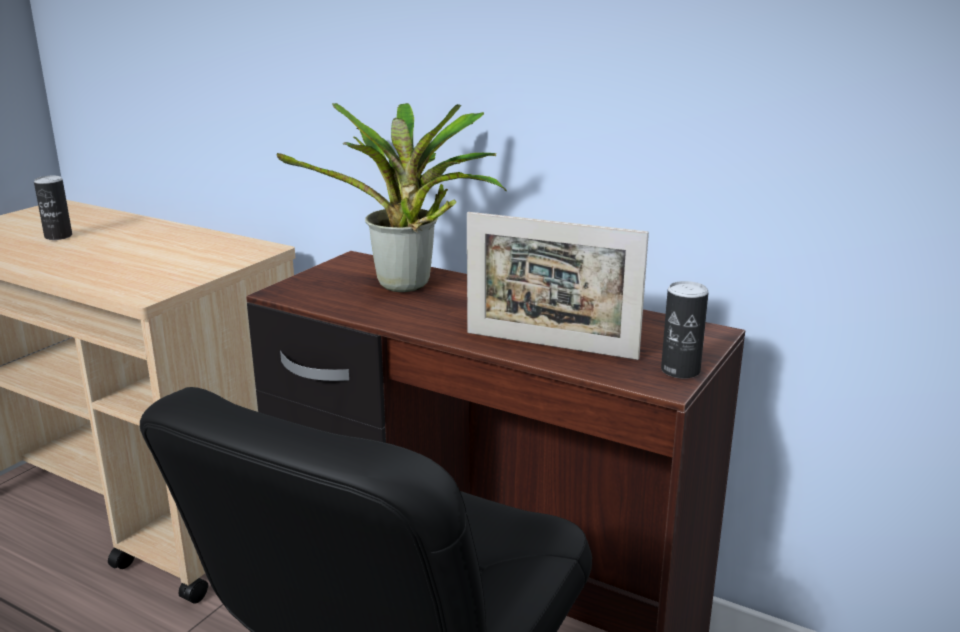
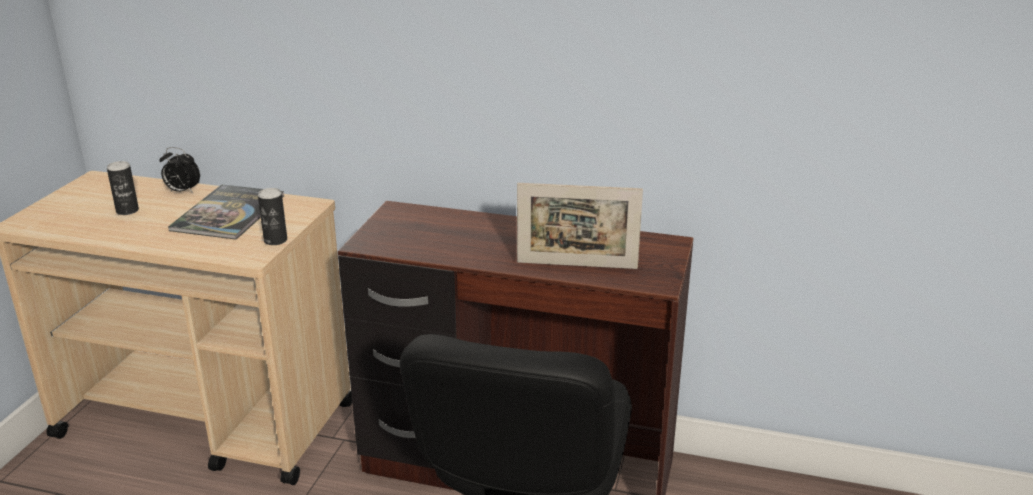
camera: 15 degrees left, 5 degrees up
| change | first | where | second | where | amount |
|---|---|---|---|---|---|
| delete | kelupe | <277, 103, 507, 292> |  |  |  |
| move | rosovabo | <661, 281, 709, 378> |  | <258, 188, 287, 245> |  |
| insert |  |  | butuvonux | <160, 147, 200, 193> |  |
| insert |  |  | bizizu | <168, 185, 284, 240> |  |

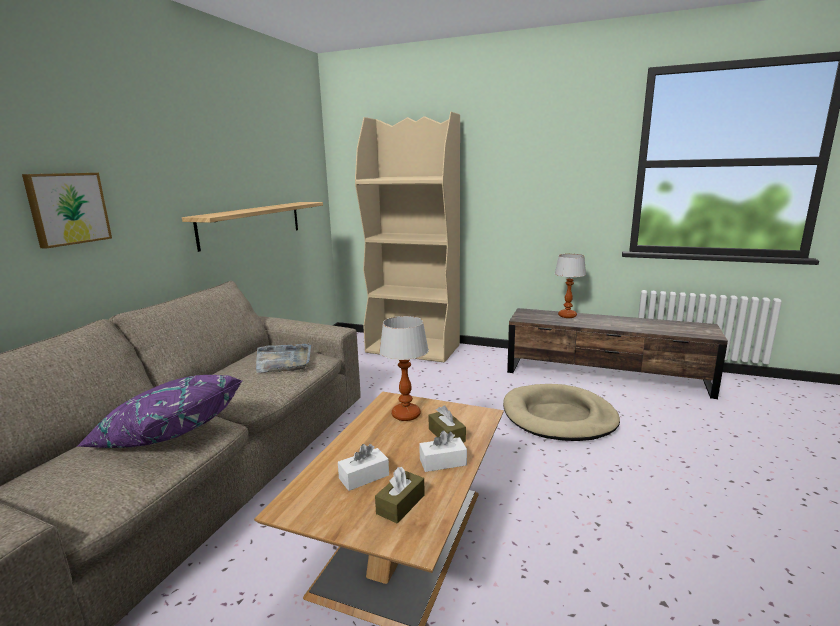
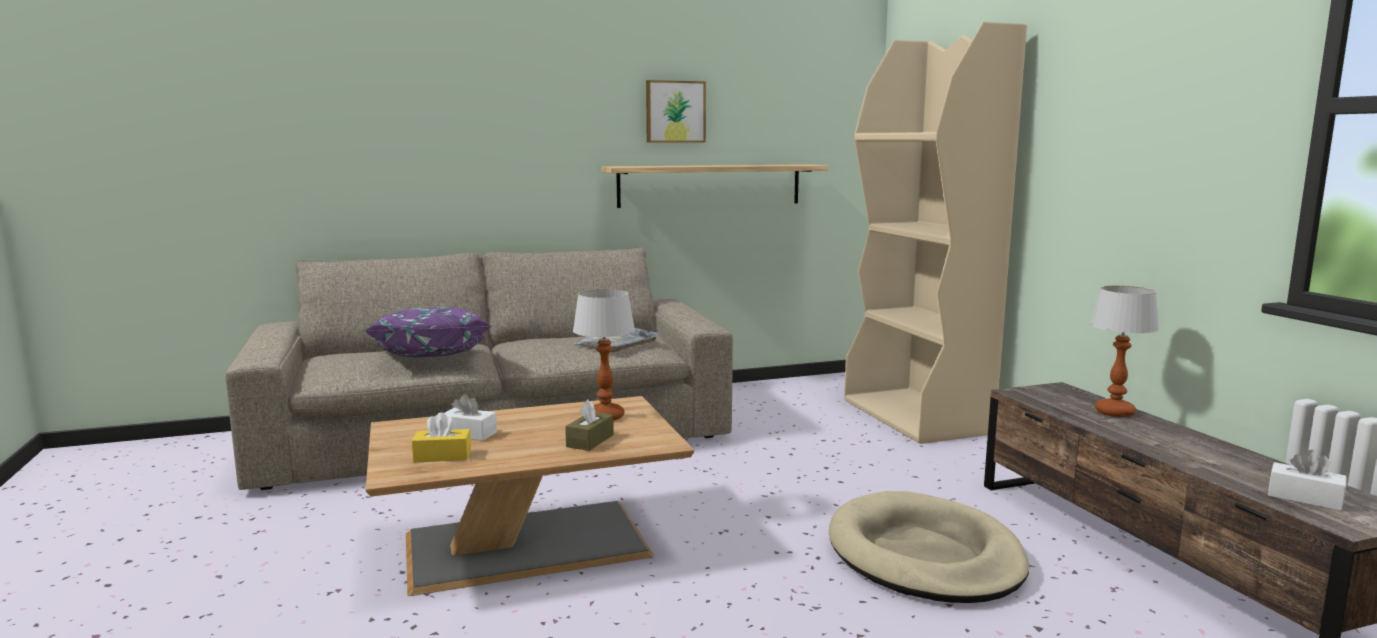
camera: 50 degrees right, 5 degrees down
| change | first | where | second | where | amount |
|---|---|---|---|---|---|
| move | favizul | <22, 173, 112, 249> |  | <646, 80, 706, 143> |  |
| move | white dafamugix | <419, 431, 467, 472> |  | <1268, 450, 1346, 511> |  |
| recolor | brown dafamugix | <375, 467, 425, 523> | yellow dafamugix | <412, 412, 471, 462> |  |

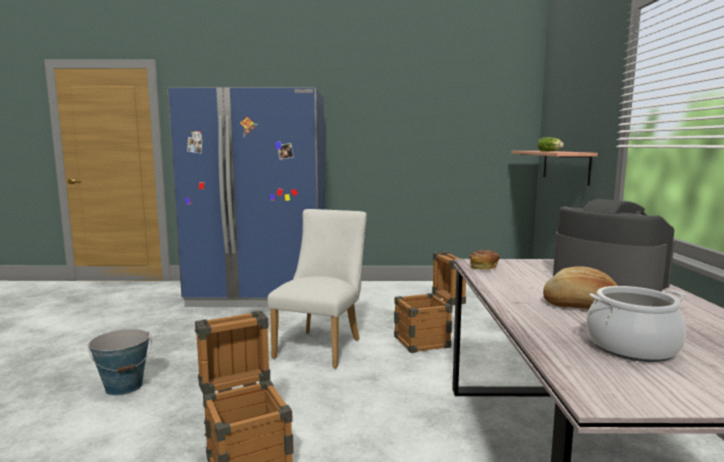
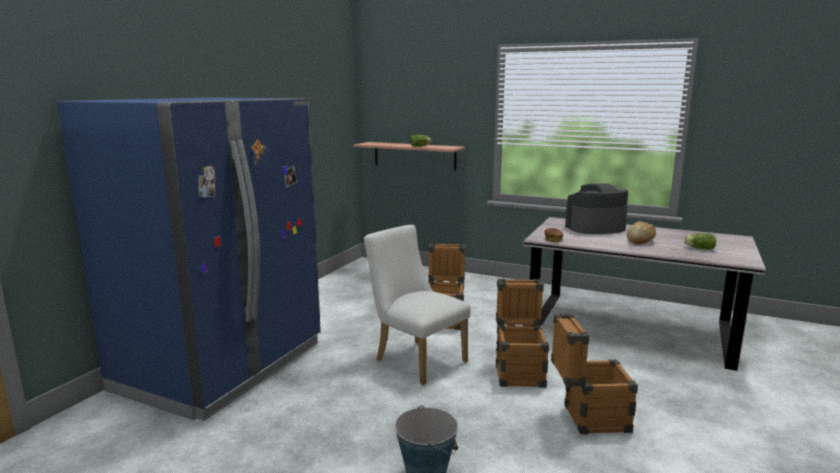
camera: 65 degrees left, 5 degrees up
| change | first | where | second | where | amount |
|---|---|---|---|---|---|
| replace | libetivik | <586, 286, 686, 362> | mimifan | <684, 233, 716, 250> |  |
| insert |  |  | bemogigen | <495, 279, 549, 388> |  |

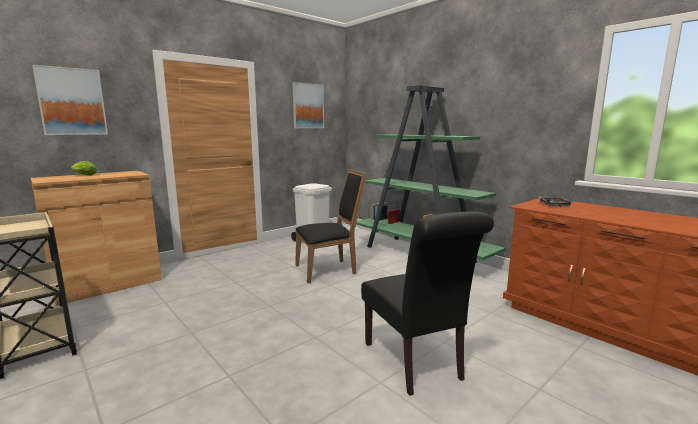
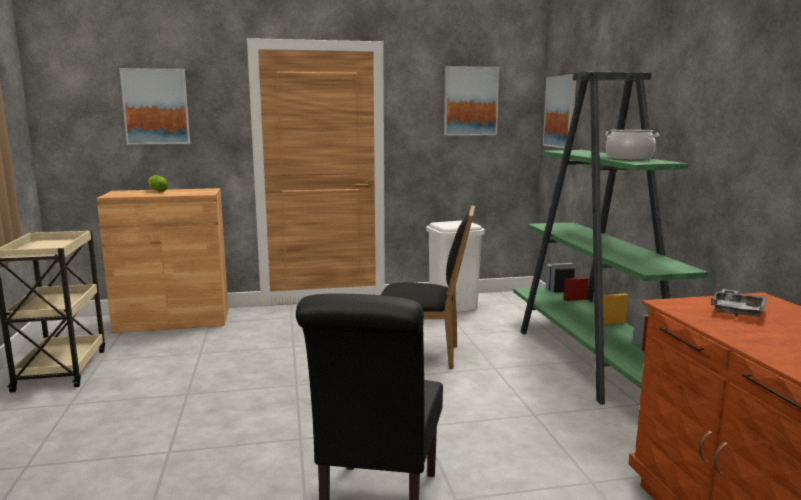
camera: 30 degrees right, 0 degrees up
| change | first | where | second | where | amount |
|---|---|---|---|---|---|
| insert |  |  | favizul | <543, 74, 576, 148> |  |
| insert |  |  | libetivik | <605, 129, 659, 160> |  |

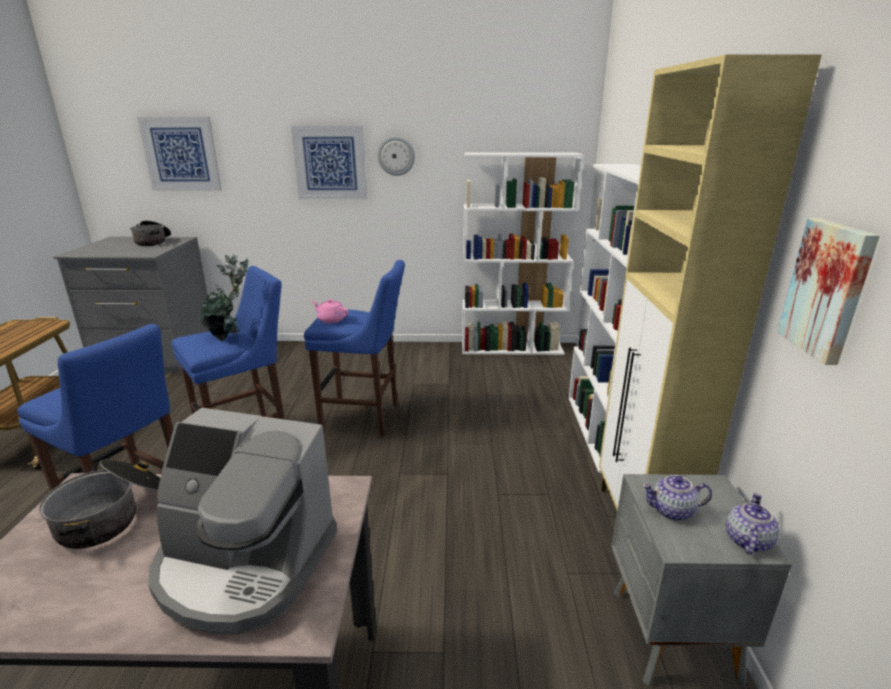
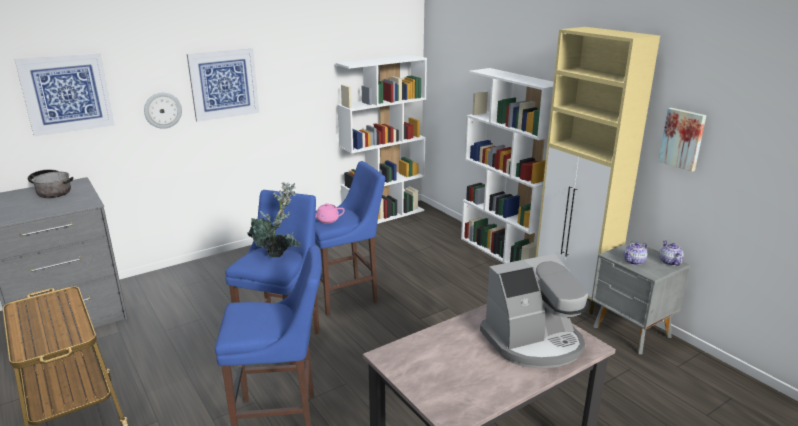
camera: 35 degrees left, 0 degrees up
| change | first | where | second | where | amount |
|---|---|---|---|---|---|
| move | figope | <377, 136, 415, 176> |  | <144, 93, 182, 129> |  |
| delete | libetivik | <39, 460, 160, 549> |  |  |  |

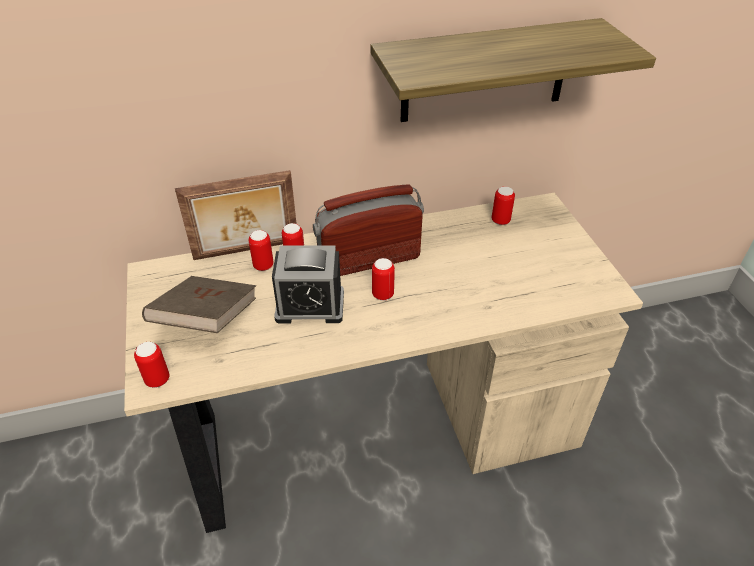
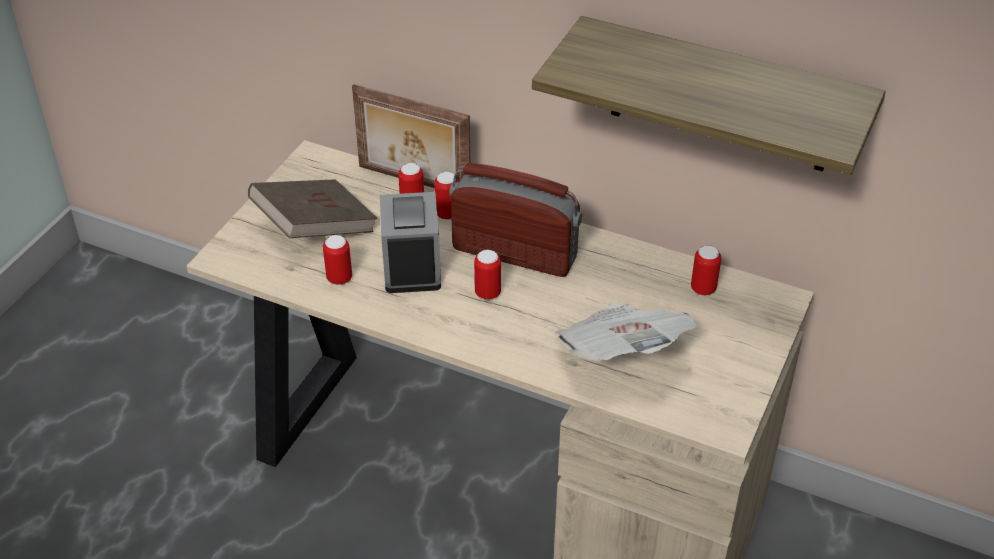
camera: 40 degrees right, 0 degrees up
| change | first | where | second | where | amount |
|---|---|---|---|---|---|
| rotate | butuvonux | <272, 245, 344, 323> |  | <380, 192, 441, 293> | 135 degrees counterclockwise |
| move | rosovabo | <134, 342, 170, 388> |  | <323, 235, 352, 285> |  |
| insert |  |  | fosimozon | <555, 302, 698, 361> |  |

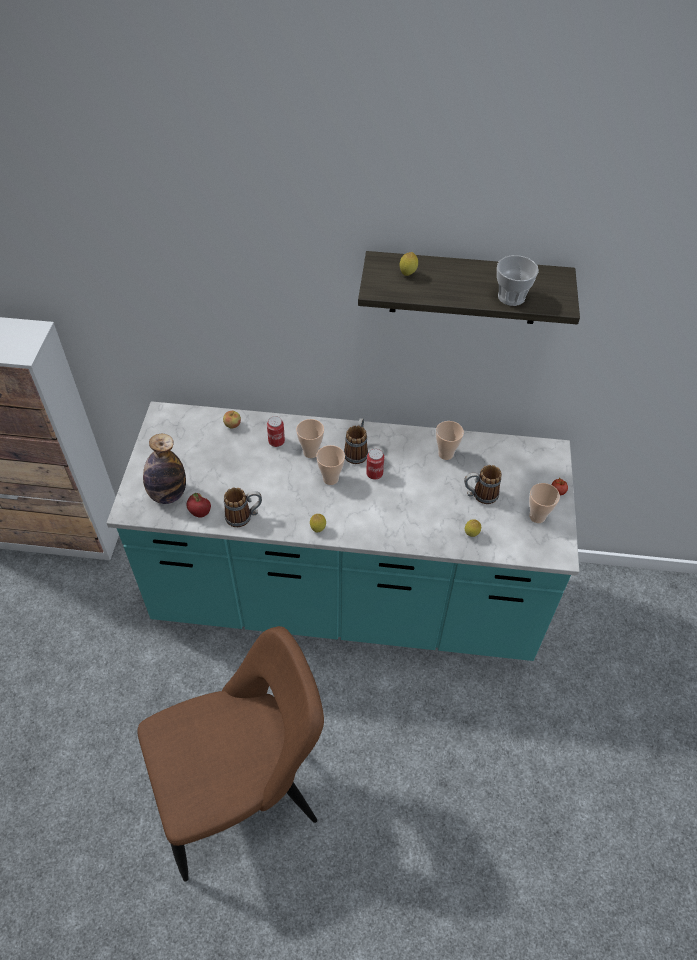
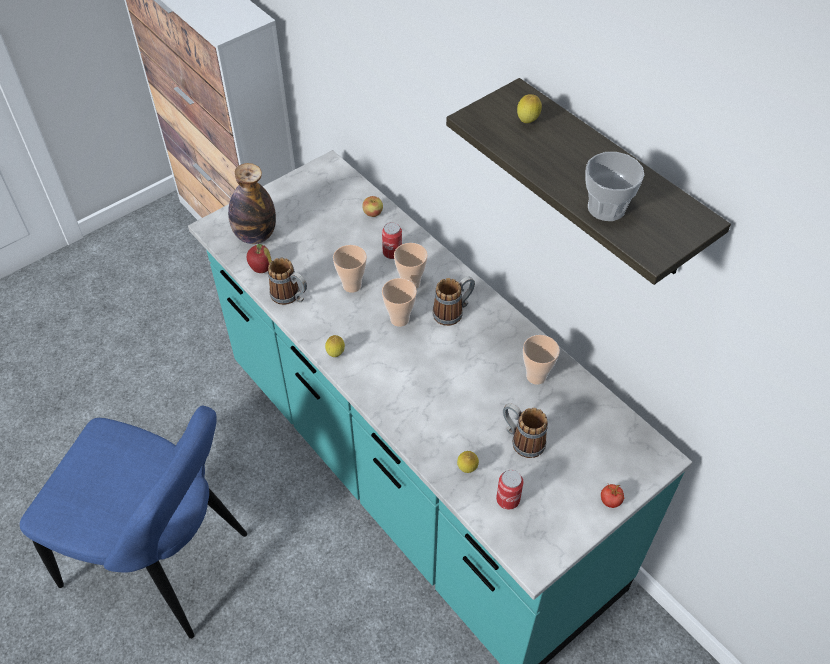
camera: 45 degrees right, 0 degrees up
| change | first | where | second | where | amount |
|---|---|---|---|---|---|
| move | rosovabo | <366, 449, 384, 480> |  | <496, 470, 523, 510> |  |
| move | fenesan | <529, 483, 560, 523> |  | <333, 245, 367, 293> |  |
| recolor | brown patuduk | <137, 626, 324, 882> | blue patuduk | <20, 406, 247, 639> |  |

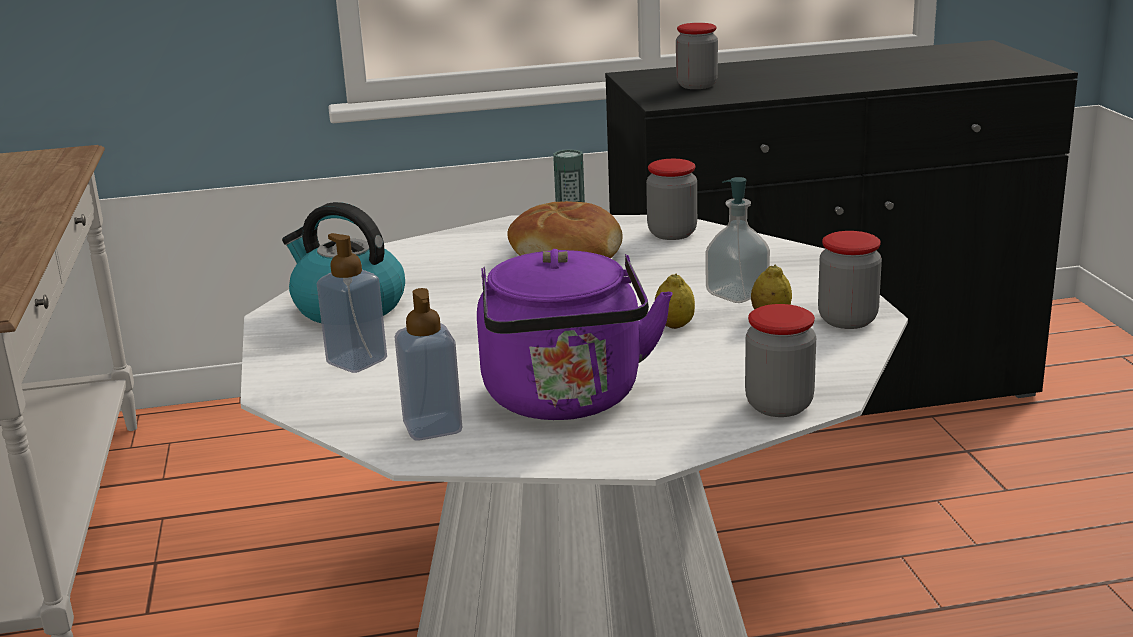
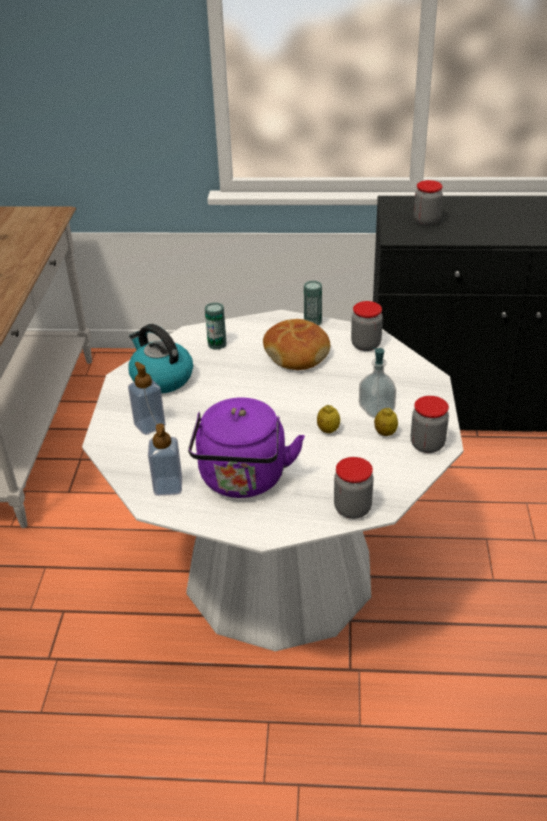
camera: 15 degrees right, 15 degrees up
| change | first | where | second | where | amount |
|---|---|---|---|---|---|
| insert |  |  | rosovabo | <205, 302, 227, 350> |  |

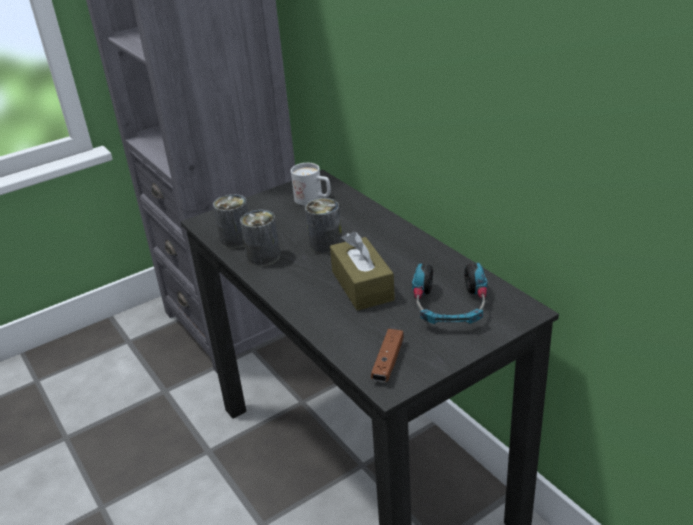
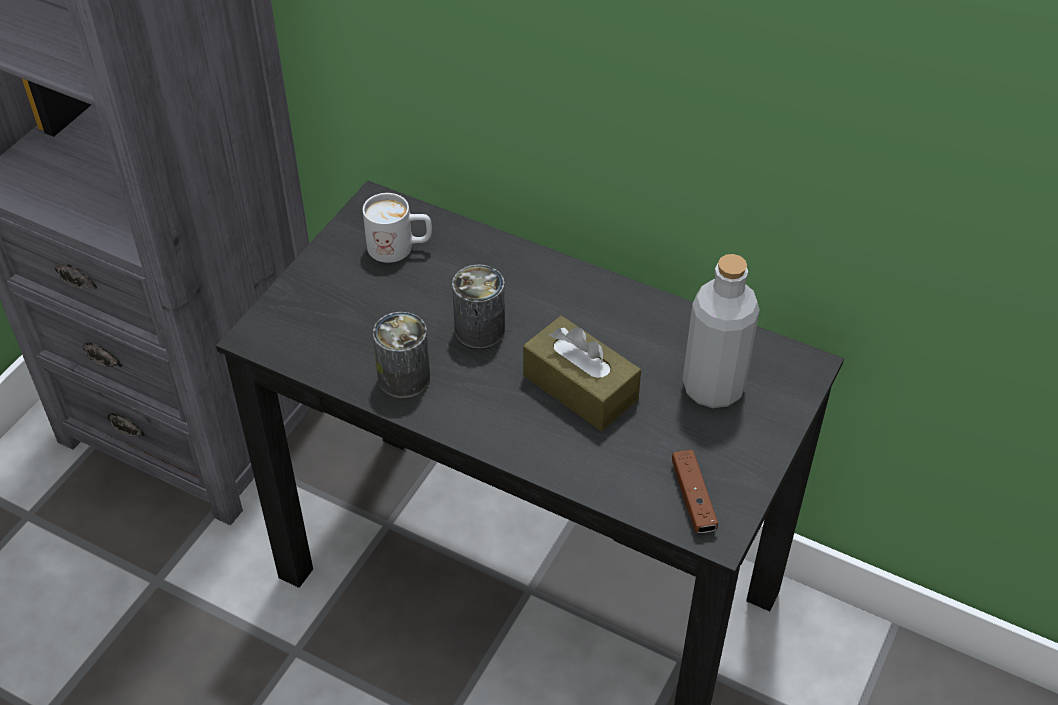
camera: 30 degrees left, 15 degrees up
| change | first | where | second | where | amount |
|---|---|---|---|---|---|
| delete | rosovabo | <213, 194, 248, 249> |  |  |  |
| replace | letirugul | <412, 263, 488, 324> | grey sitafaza | <683, 254, 760, 408> |  |

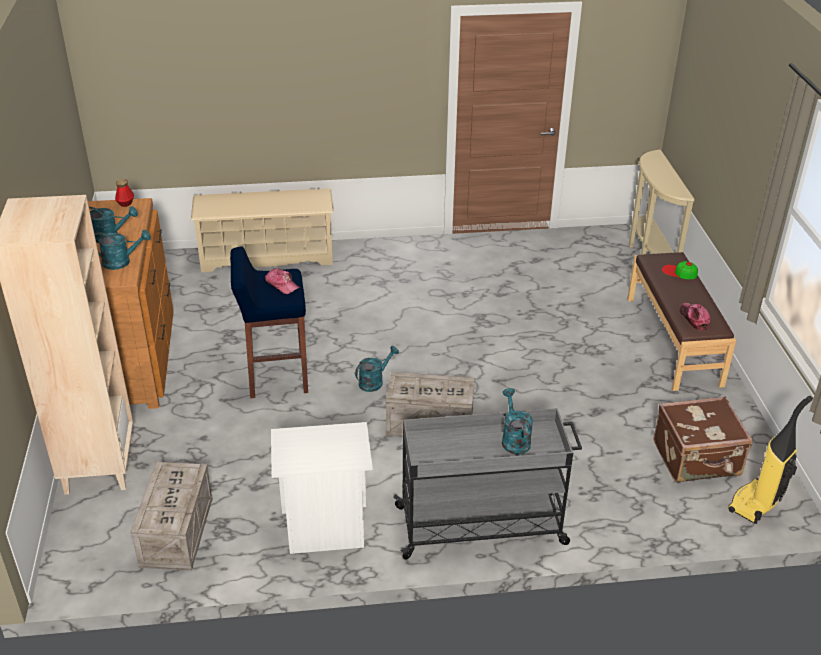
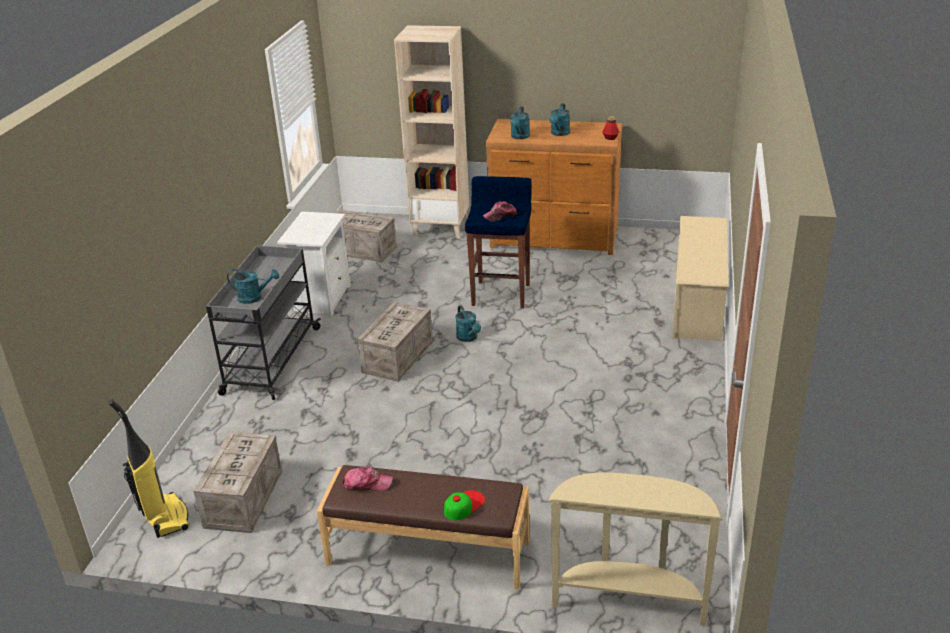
camera: 110 degrees right, 5 degrees down
| change | first | where | second | where | amount |
|---|---|---|---|---|---|
| replace | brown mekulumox | <654, 397, 753, 483> | bemogigen | <193, 432, 283, 533> |  |

